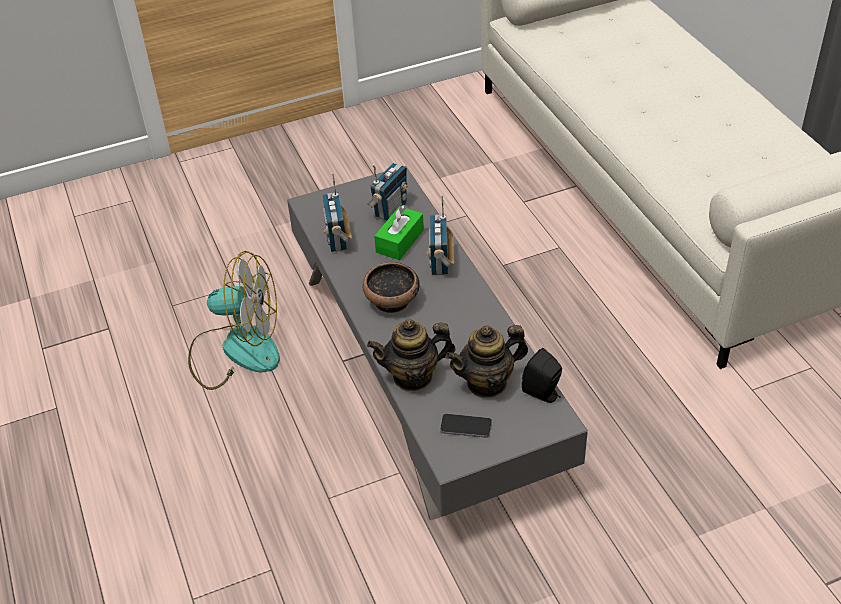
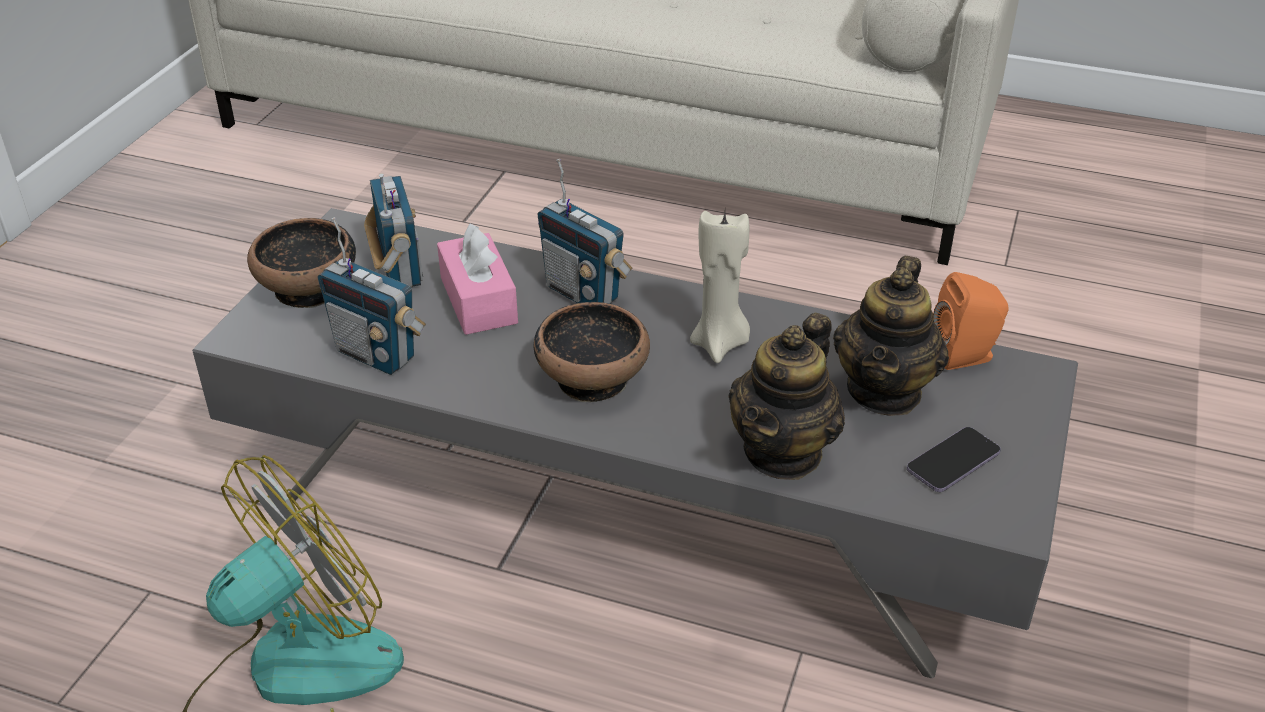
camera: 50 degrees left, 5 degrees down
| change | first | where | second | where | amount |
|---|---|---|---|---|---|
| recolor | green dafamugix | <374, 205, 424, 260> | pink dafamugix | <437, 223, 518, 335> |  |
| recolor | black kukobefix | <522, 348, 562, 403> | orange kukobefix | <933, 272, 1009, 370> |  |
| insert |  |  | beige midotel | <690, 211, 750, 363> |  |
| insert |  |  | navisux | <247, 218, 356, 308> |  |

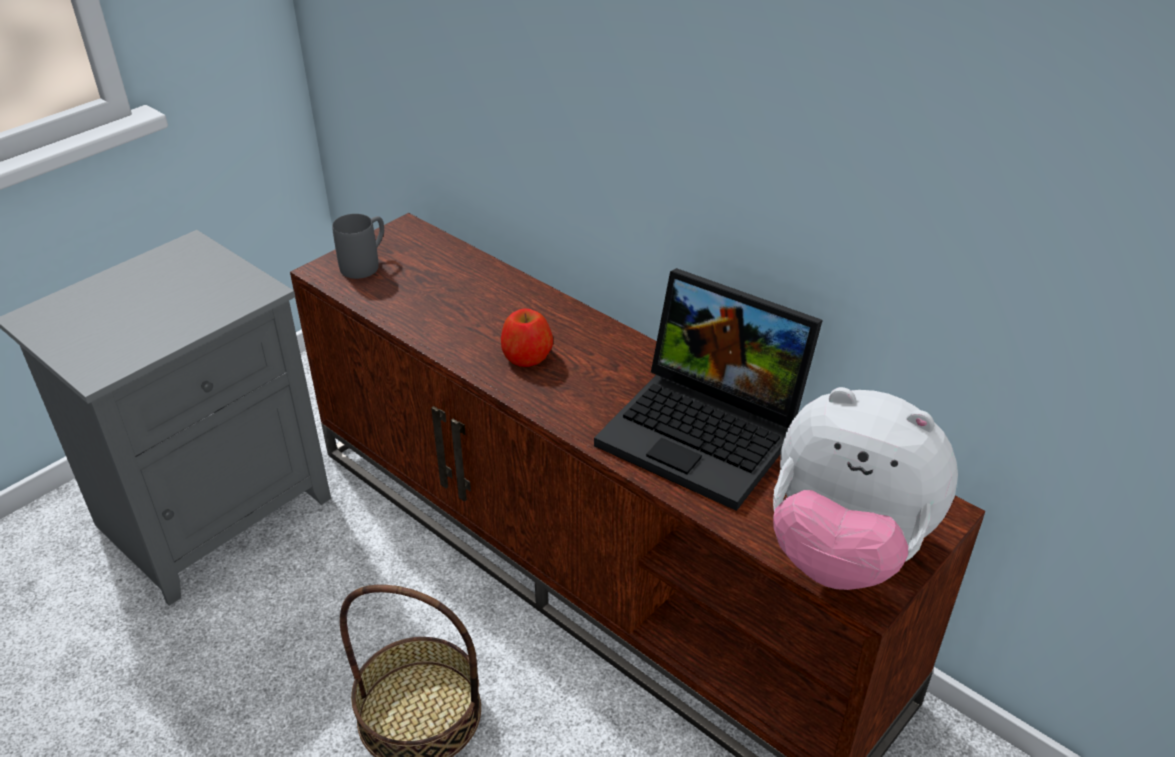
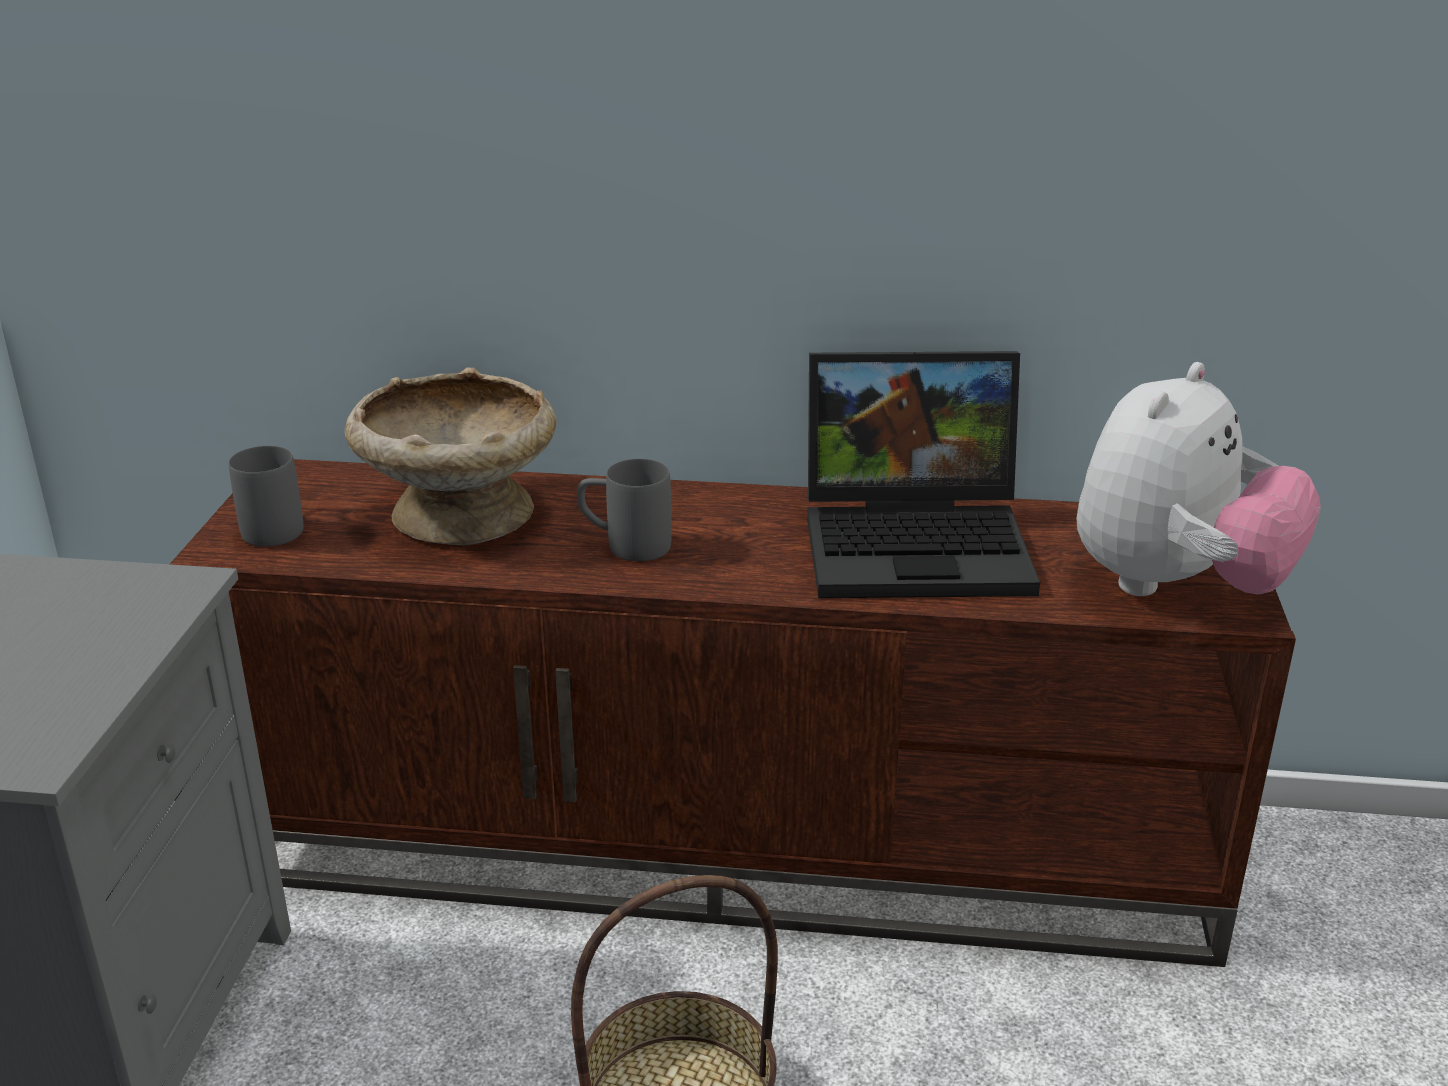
camera: 35 degrees left, 10 degrees down
| change | first | where | second | where | amount |
|---|---|---|---|---|---|
| replace | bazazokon | <501, 308, 553, 367> | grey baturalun | <577, 459, 672, 561> |  |
| rotate | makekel | <773, 387, 958, 590> |  | <1077, 362, 1321, 596> | 45 degrees counterclockwise |
| insert |  |  | beige navisux | <345, 368, 556, 545> |  |

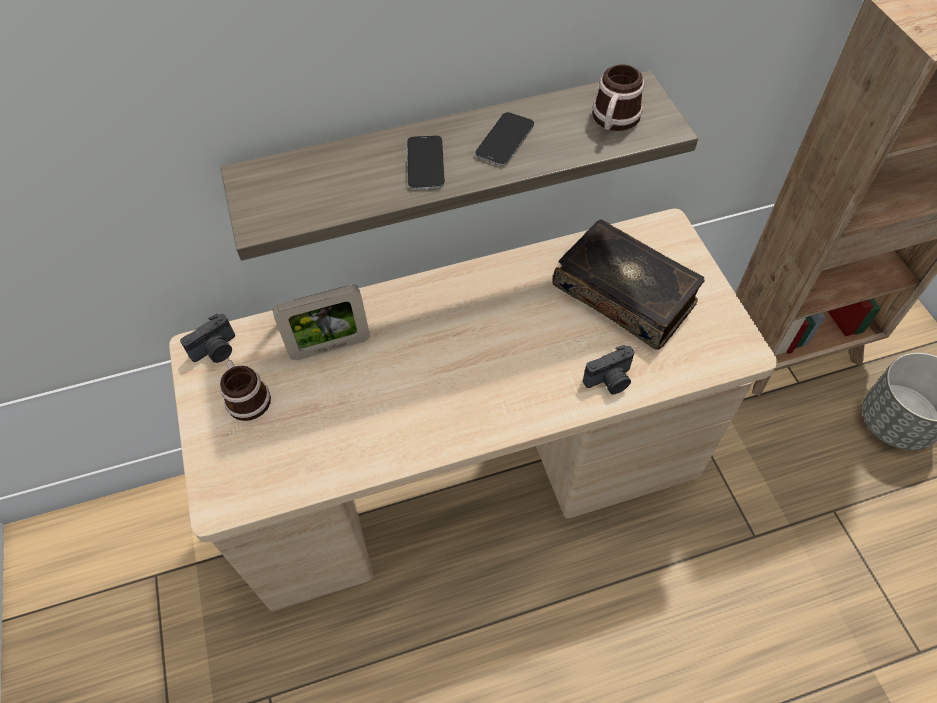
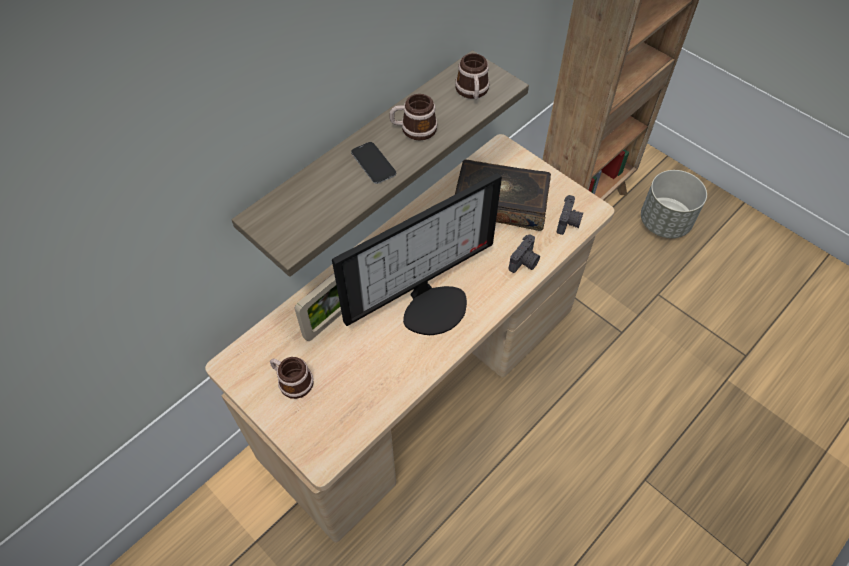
camera: 30 degrees left, 0 degrees up
| change | first | where | second | where | amount |
|---|---|---|---|---|---|
| replace | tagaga | <475, 112, 534, 166> | baturalun | <390, 94, 438, 141> |  |
| move | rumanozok | <180, 314, 235, 363> |  | <557, 195, 583, 235> |  |
| insert |  |  | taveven | <332, 173, 502, 335> |  |

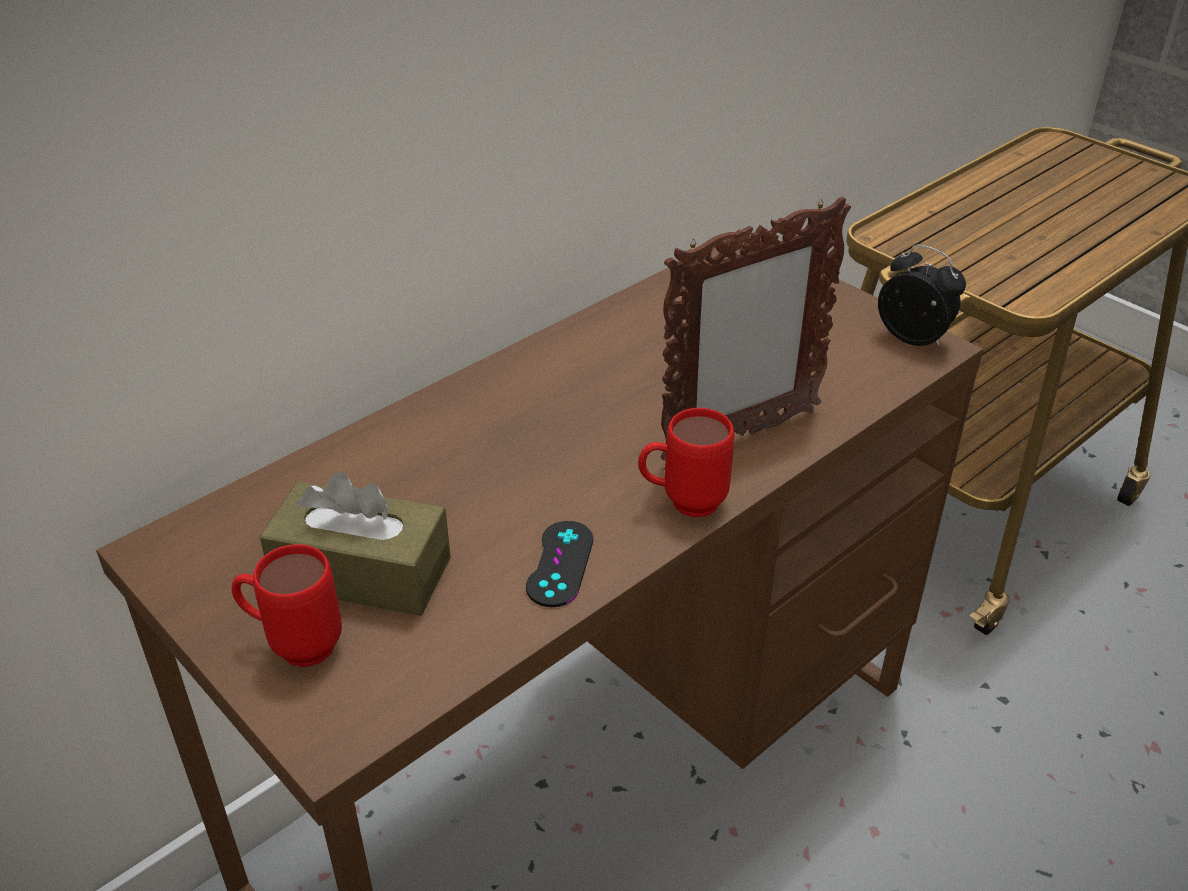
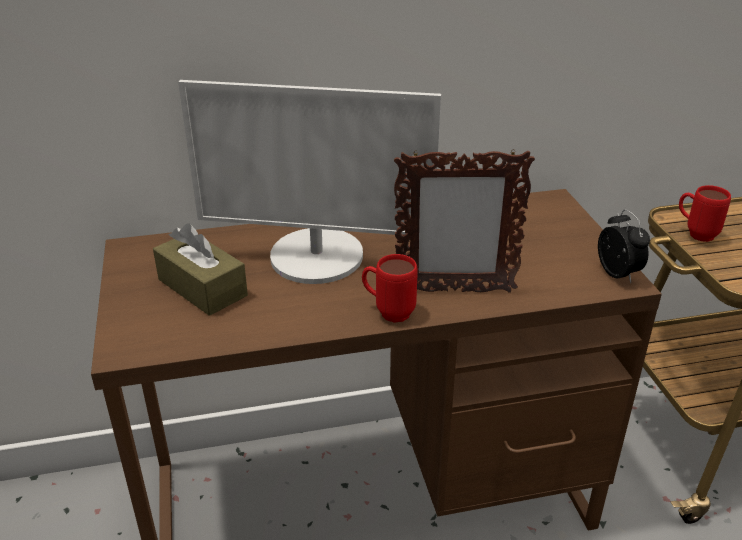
camera: 30 degrees right, 5 degrees down
| change | first | where | second | where | amount |
|---|---|---|---|---|---|
| delete | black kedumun | <526, 521, 594, 607> |  |  |  |
| move | red baturalun | <232, 544, 342, 667> |  | <679, 185, 731, 242> |  |
| insert |  |  | taveven | <178, 80, 441, 284> |  |

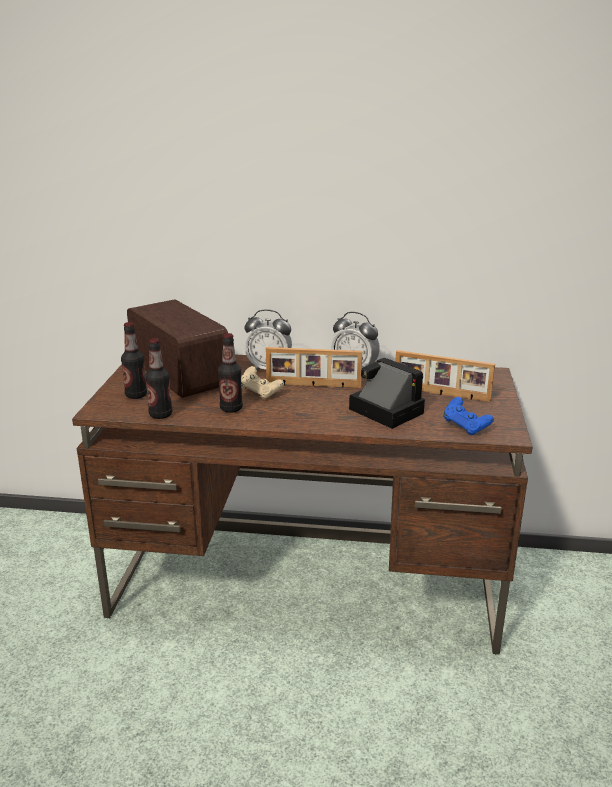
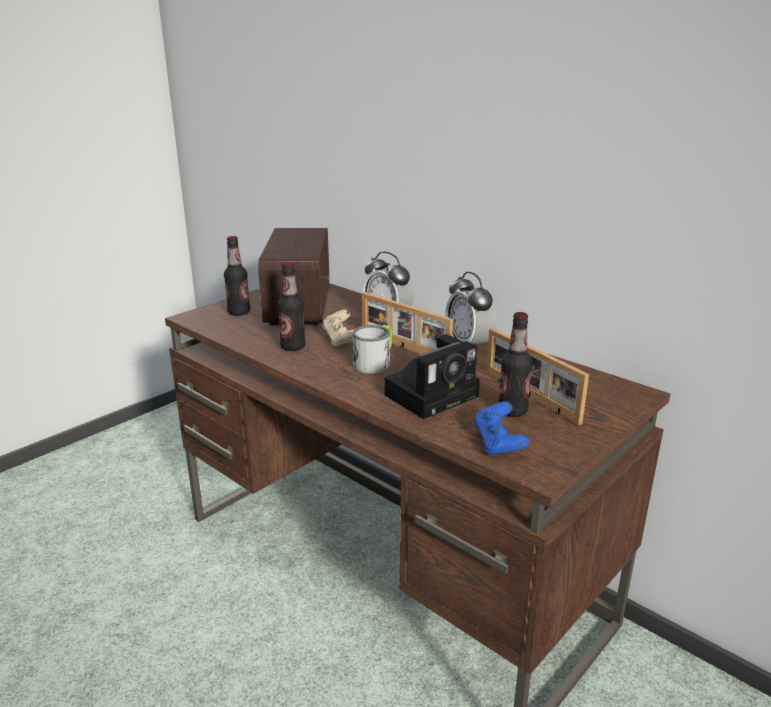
camera: 35 degrees right, 0 degrees up
| change | first | where | second | where | amount |
|---|---|---|---|---|---|
| move | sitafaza | <145, 338, 172, 419> |  | <498, 312, 533, 417> |  |
| rotate | rumanozok | <349, 358, 425, 429> |  | <385, 334, 480, 419> | 60 degrees clockwise |
| insert |  |  | baturalun | <352, 325, 392, 374> |  |

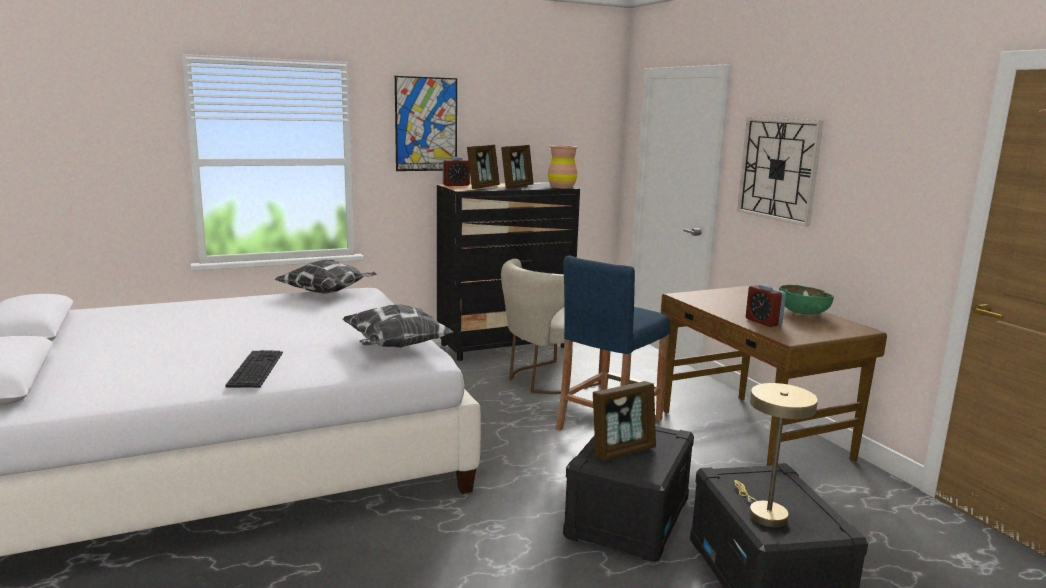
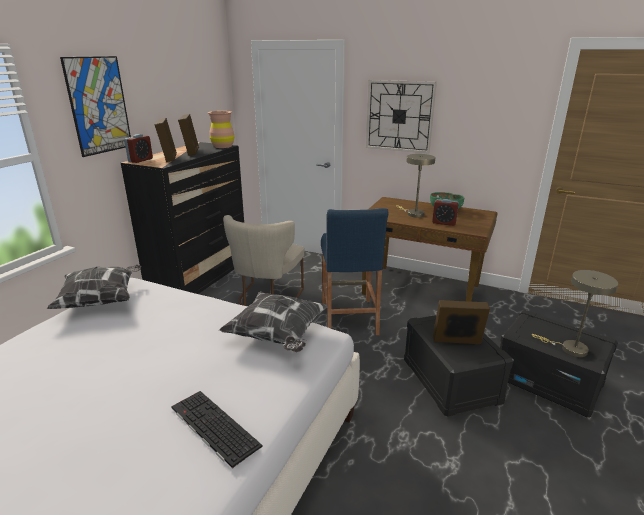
camera: 40 degrees left, 10 degrees up
| change | first | where | second | where | amount |
|---|---|---|---|---|---|
| rotate | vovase | <593, 381, 656, 460> |  | <433, 300, 490, 344> | 105 degrees counterclockwise |
| insert |  |  | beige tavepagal | <396, 154, 435, 218> |  |

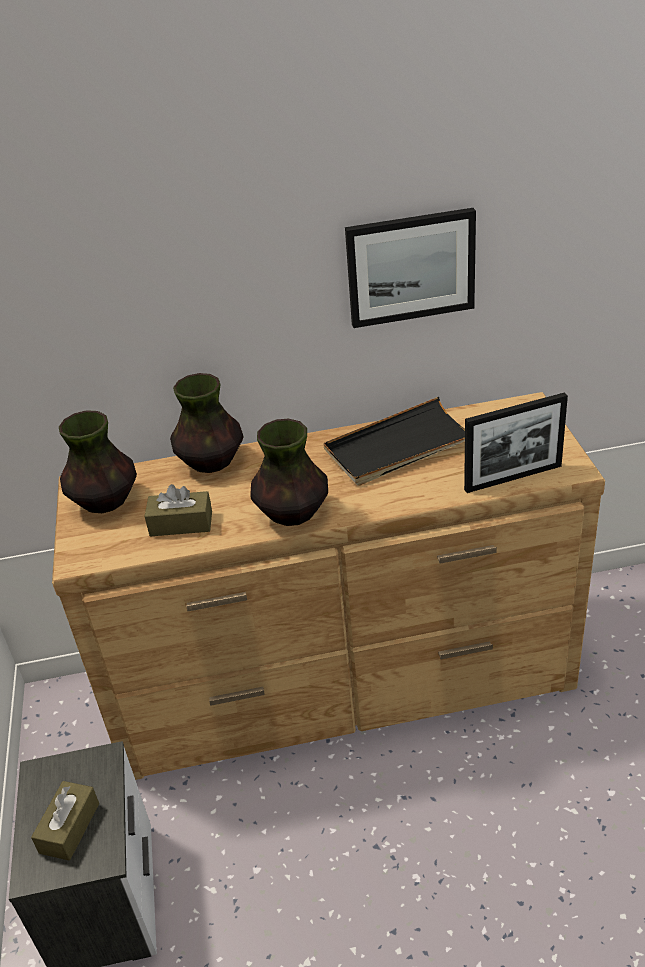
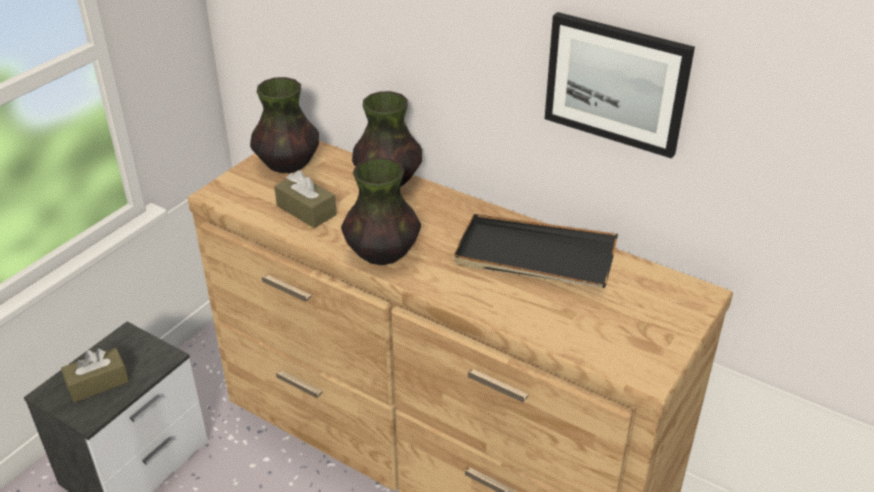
camera: 40 degrees right, 0 degrees up
| change | first | where | second | where | amount |
|---|---|---|---|---|---|
| delete | vovase | <464, 392, 568, 493> |  |  |  |

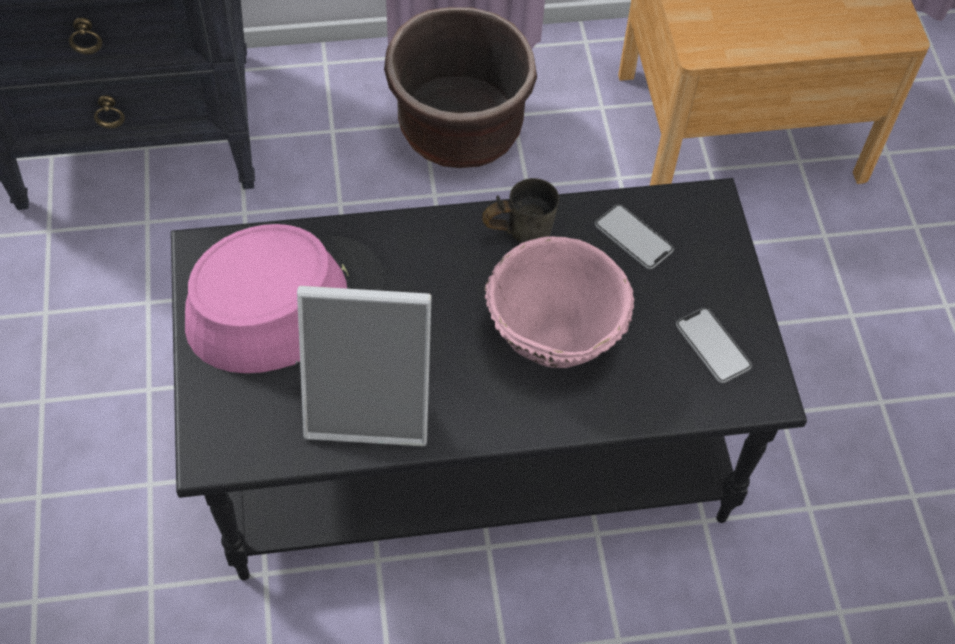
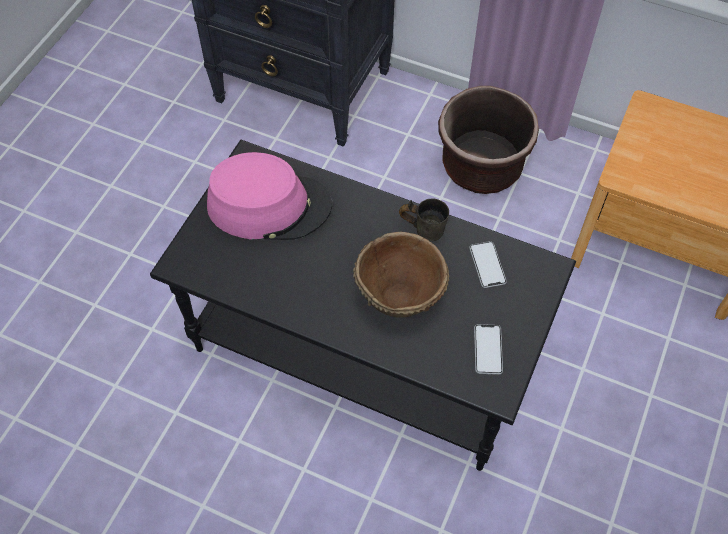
camera: 35 degrees right, 0 degrees up
| change | first | where | second | where | amount |
|---|---|---|---|---|---|
| recolor | pink navisux | <485, 236, 634, 368> | brown navisux | <353, 232, 449, 318> |  |
| delete | vovase | <297, 286, 431, 446> |  |  |  |

